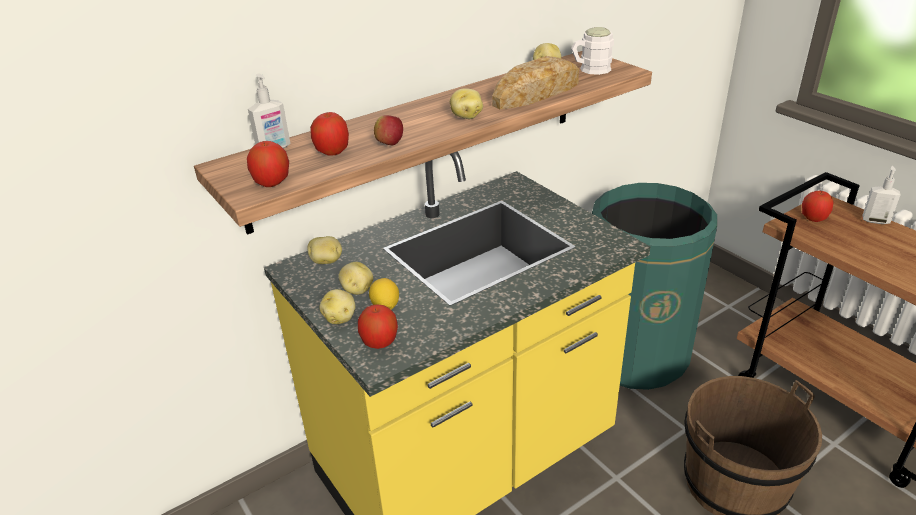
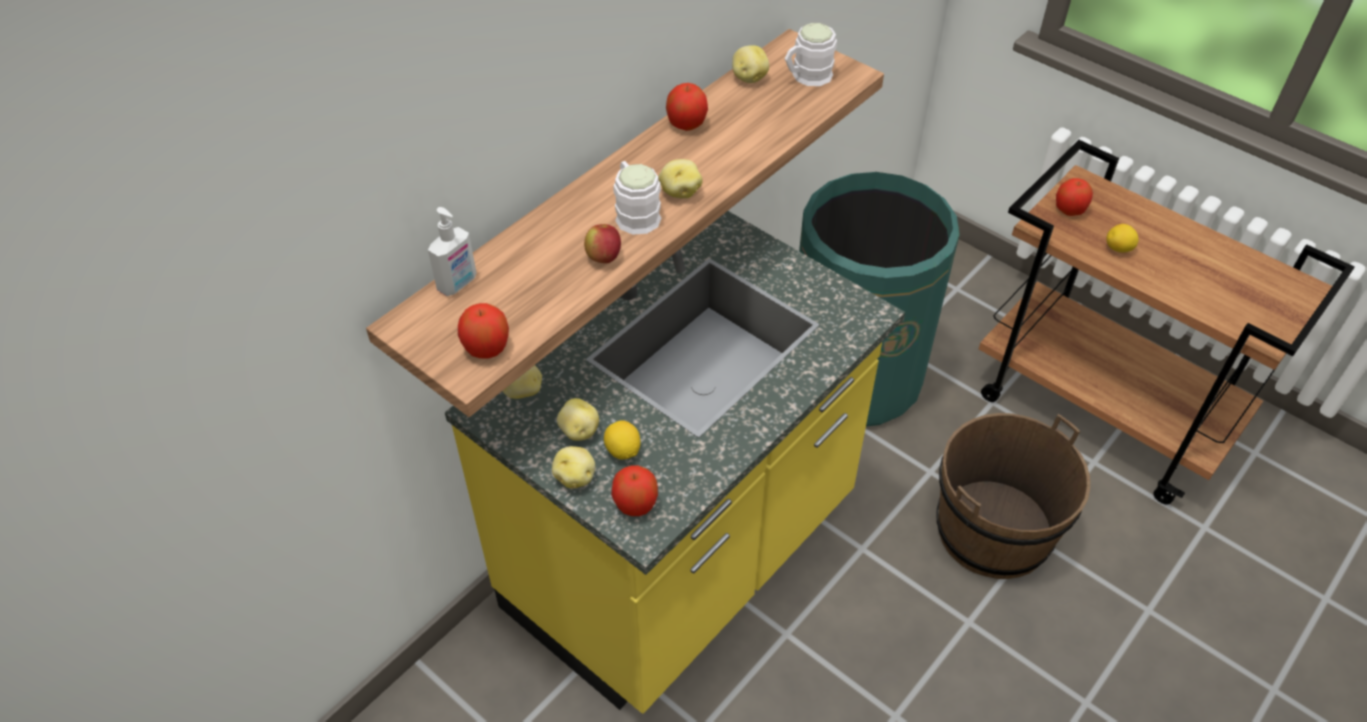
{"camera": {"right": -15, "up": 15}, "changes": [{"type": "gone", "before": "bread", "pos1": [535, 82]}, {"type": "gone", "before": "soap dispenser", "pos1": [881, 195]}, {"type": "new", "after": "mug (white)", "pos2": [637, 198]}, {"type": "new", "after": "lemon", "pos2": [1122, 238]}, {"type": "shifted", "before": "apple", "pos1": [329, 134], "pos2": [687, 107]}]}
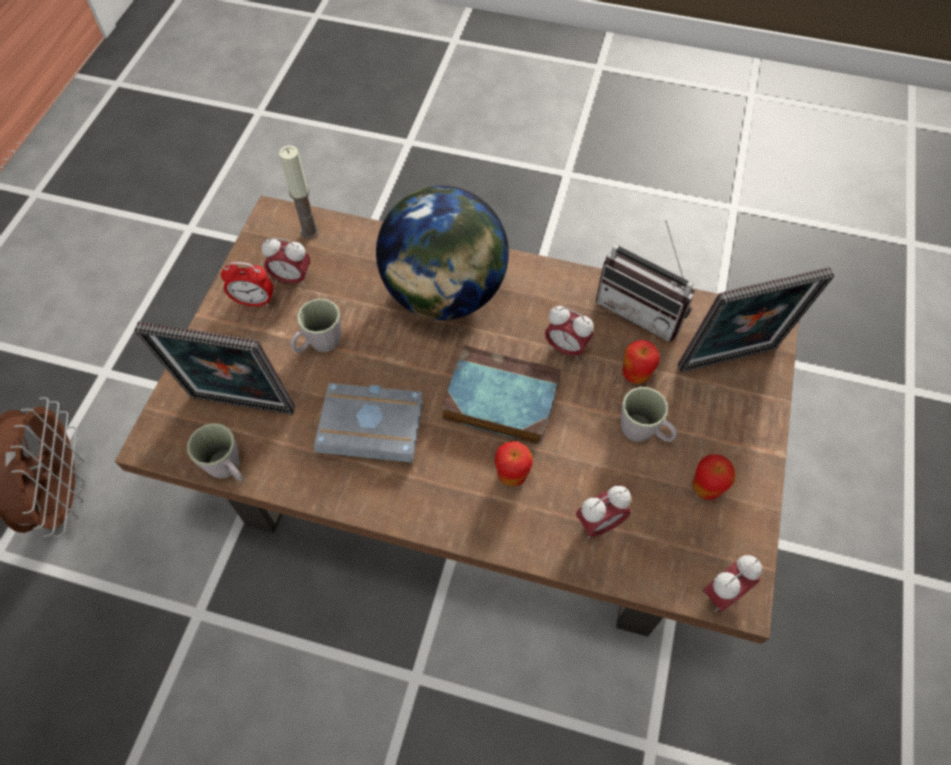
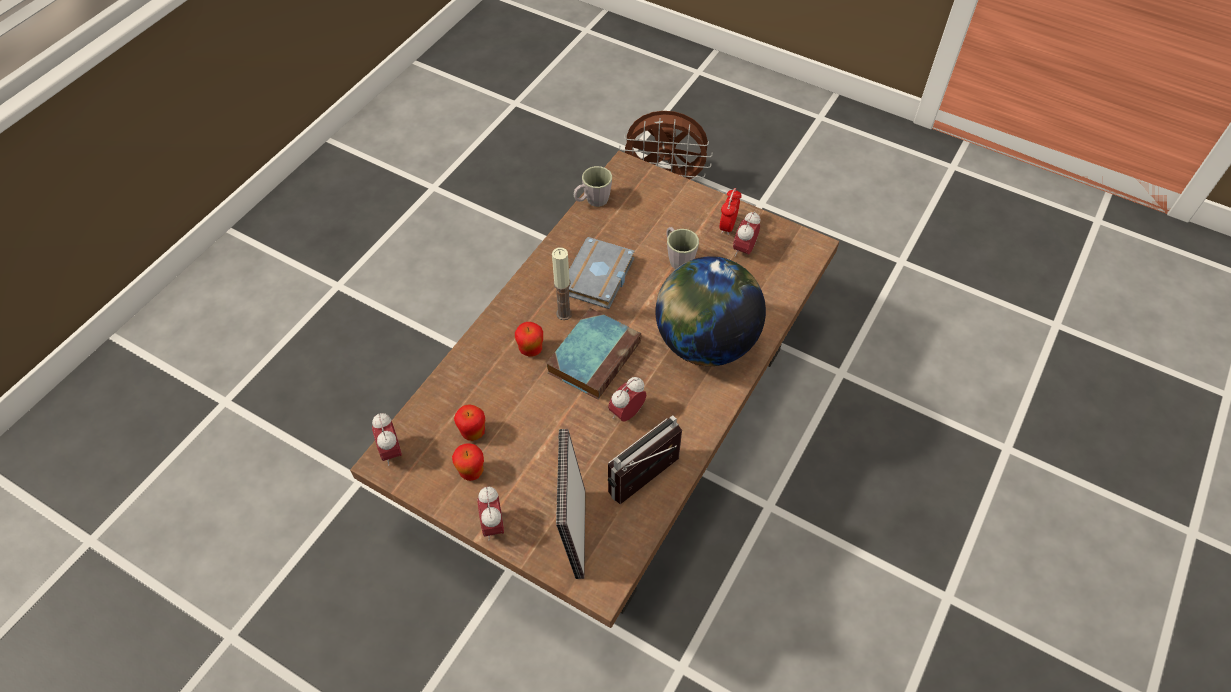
{"camera": {"right": 105, "up": -5}, "changes": [{"type": "gone", "before": "picture frame", "pos1": [215, 368]}, {"type": "gone", "before": "mug (grey)", "pos1": [649, 414]}, {"type": "shifted", "before": "candle", "pos1": [299, 192], "pos2": [562, 284]}, {"type": "shifted", "before": "alarm clock", "pos1": [603, 512], "pos2": [490, 513]}, {"type": "shifted", "before": "apple", "pos1": [641, 362], "pos2": [469, 422]}]}
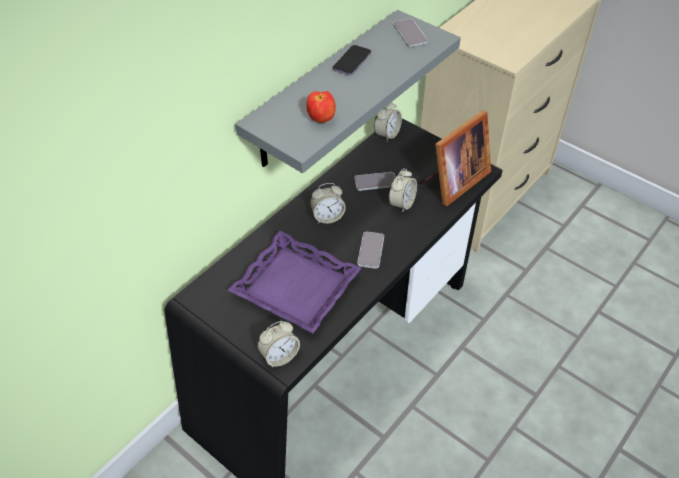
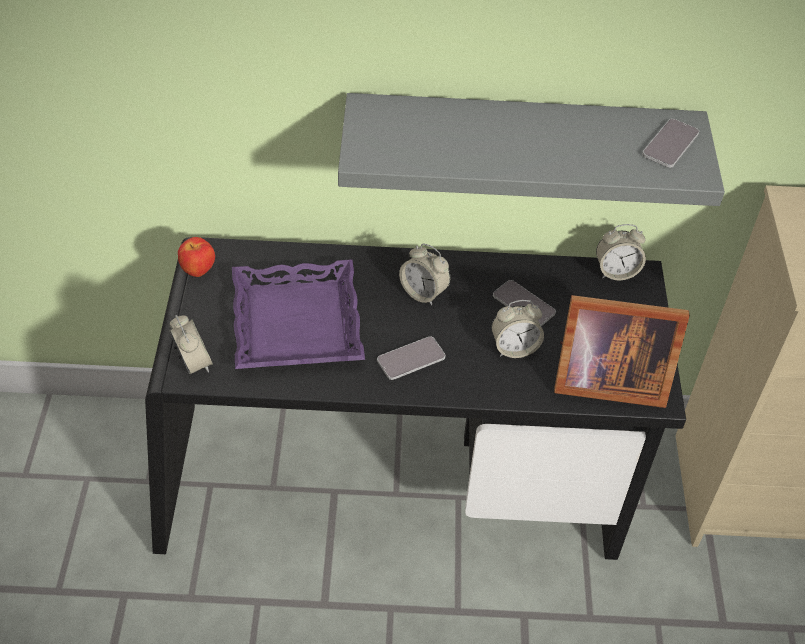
{"camera": {"right": 50, "up": 0}, "changes": [{"type": "gone", "before": "phone", "pos1": [352, 60]}, {"type": "shifted", "before": "apple", "pos1": [321, 107], "pos2": [196, 257]}, {"type": "rotated", "before": "alarm clock", "pos1": [278, 344], "pos2": [191, 344], "turn": -135}]}
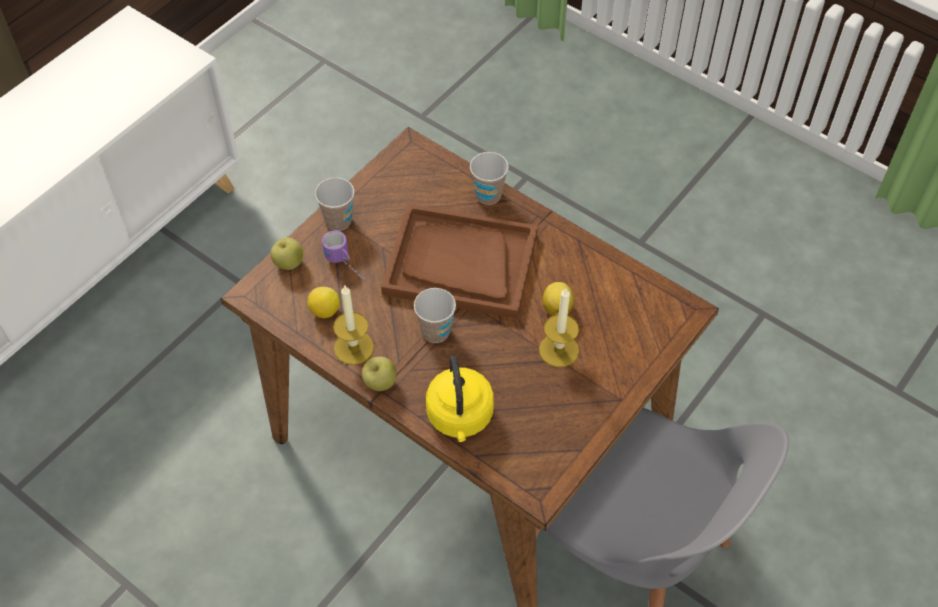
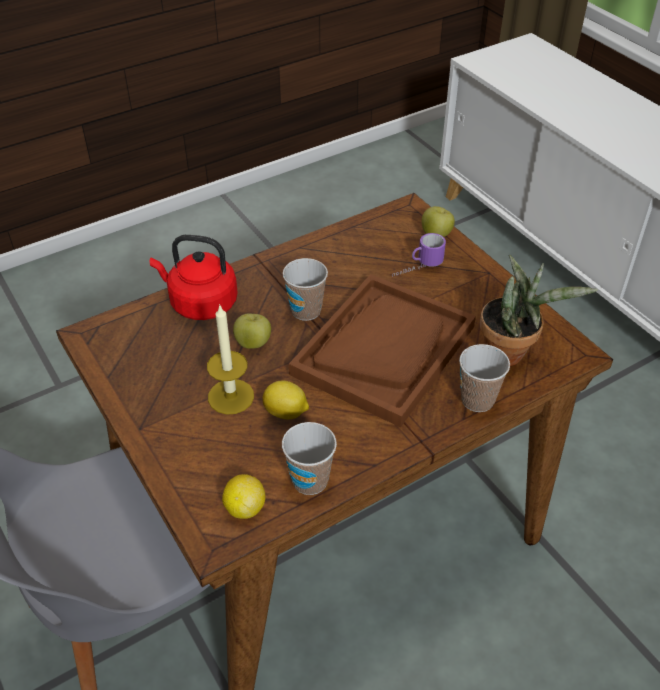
{"camera": {"right": 110, "up": -10}, "changes": [{"type": "gone", "before": "candle", "pos1": [353, 325]}, {"type": "new", "after": "potted plant", "pos2": [539, 310]}, {"type": "shifted", "before": "lemon", "pos1": [323, 302], "pos2": [243, 496]}, {"type": "shifted", "before": "cup", "pos1": [334, 204], "pos2": [309, 458]}, {"type": "shifted", "before": "apple", "pos1": [379, 374], "pos2": [252, 331]}, {"type": "repainted", "before": "kettle (yellow)", "after": "kettle (red)", "pos1": [460, 398], "pos2": [194, 277]}]}
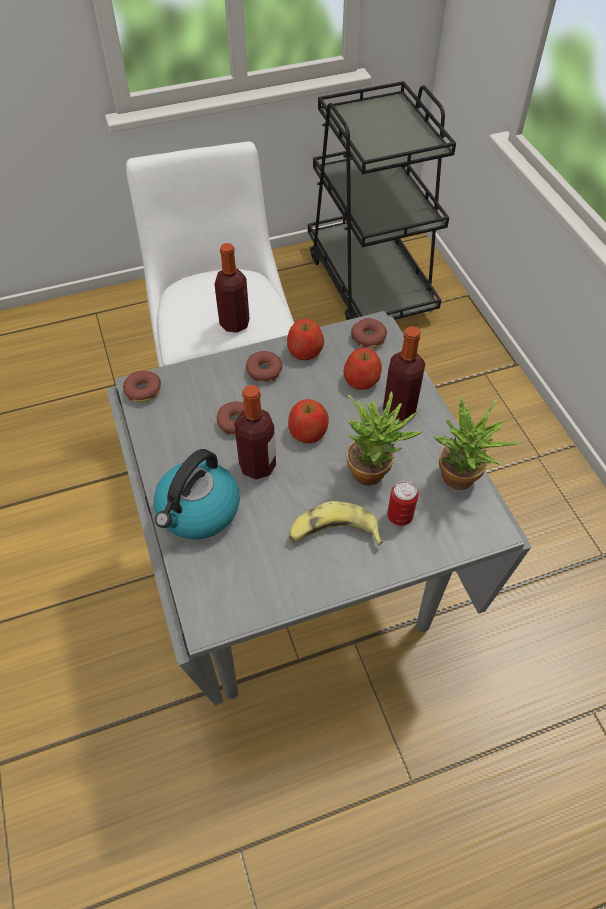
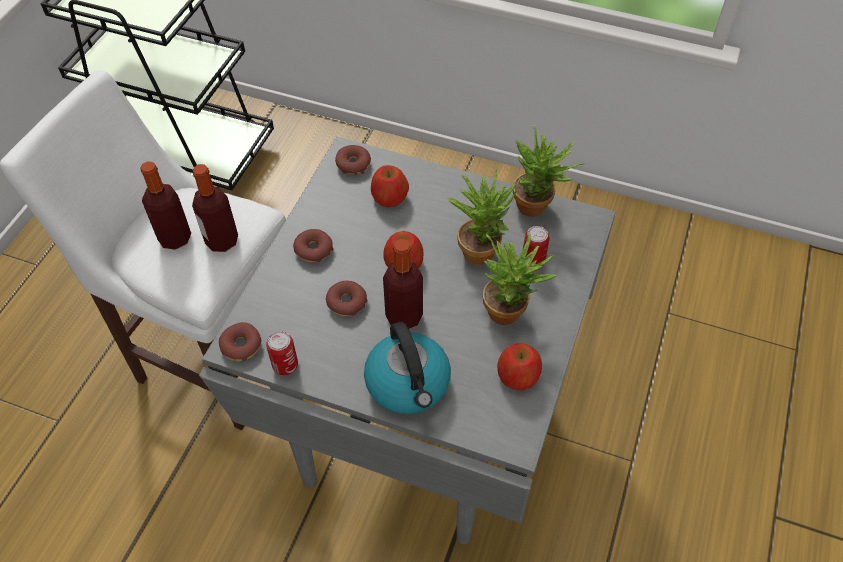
{"camera": {"right": -50, "up": 0}, "changes": [{"type": "new", "after": "can", "pos2": [282, 353]}, {"type": "shifted", "before": "apple", "pos1": [305, 339], "pos2": [519, 366]}, {"type": "shifted", "before": "bottle", "pos1": [404, 373], "pos2": [165, 205]}, {"type": "swapped", "before": "banana", "after": "potted plant", "pos1": [336, 523], "pos2": [520, 279]}]}
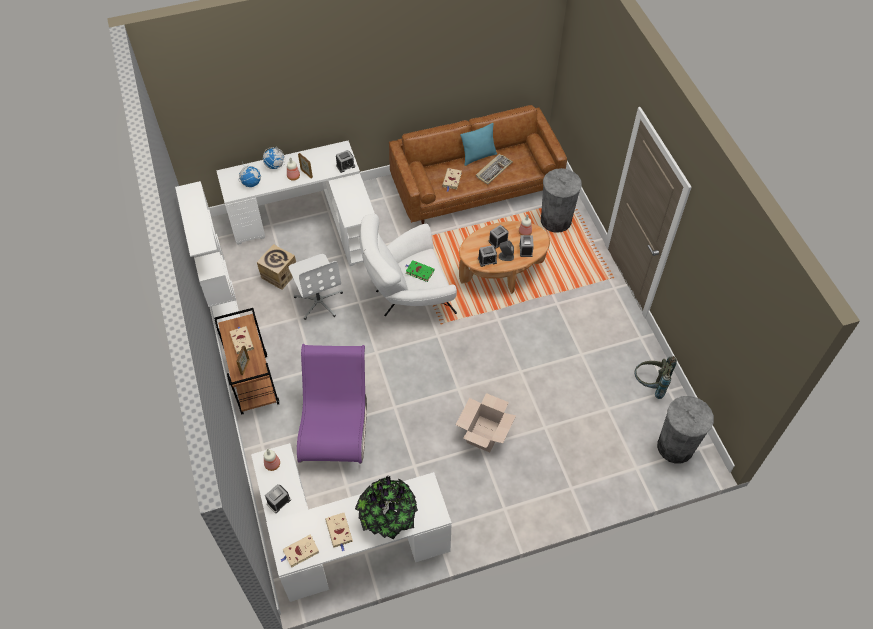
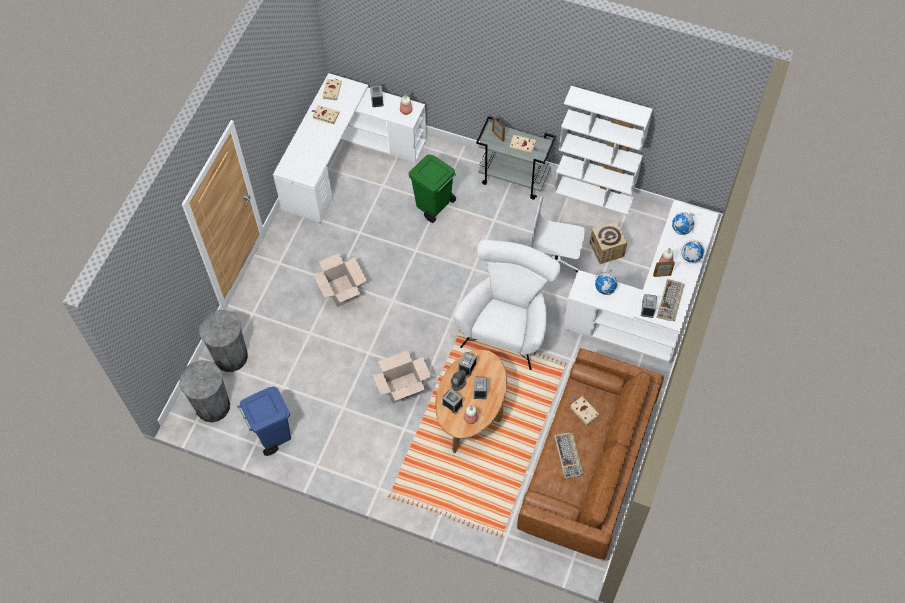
{"camera": {"right": 130, "up": 5}, "changes": [{"type": "gone", "before": "potted plant", "pos1": [386, 507]}, {"type": "gone", "before": "book (green)", "pos1": [420, 271]}, {"type": "gone", "before": "pillow (turquoise)", "pos1": [478, 144]}, {"type": "new", "after": "cardboard box", "pos2": [402, 377]}, {"type": "new", "after": "globe", "pos2": [607, 282]}, {"type": "new", "after": "keyboard", "pos2": [671, 300]}, {"type": "shifted", "before": "trash can (grey)", "pos1": [561, 200], "pos2": [223, 341]}, {"type": "swapped", "before": "chair (purple)", "after": "trash can (green)", "pos1": [332, 404], "pos2": [432, 189]}, {"type": "swapped", "before": "backpack (grey)", "after": "trash can (blue)", "pos1": [655, 377], "pos2": [264, 421]}, {"type": "repainted", "before": "cart (brown)", "after": "cart (grey)", "pos1": [246, 361], "pos2": [516, 158]}]}
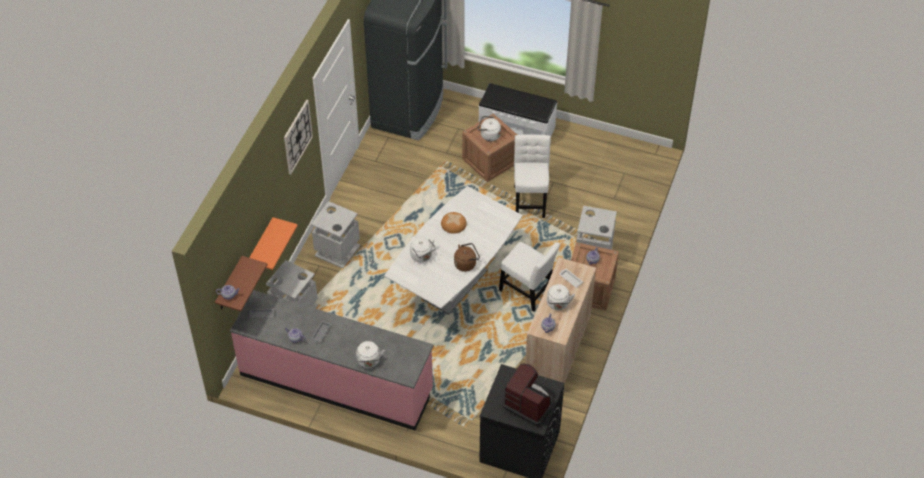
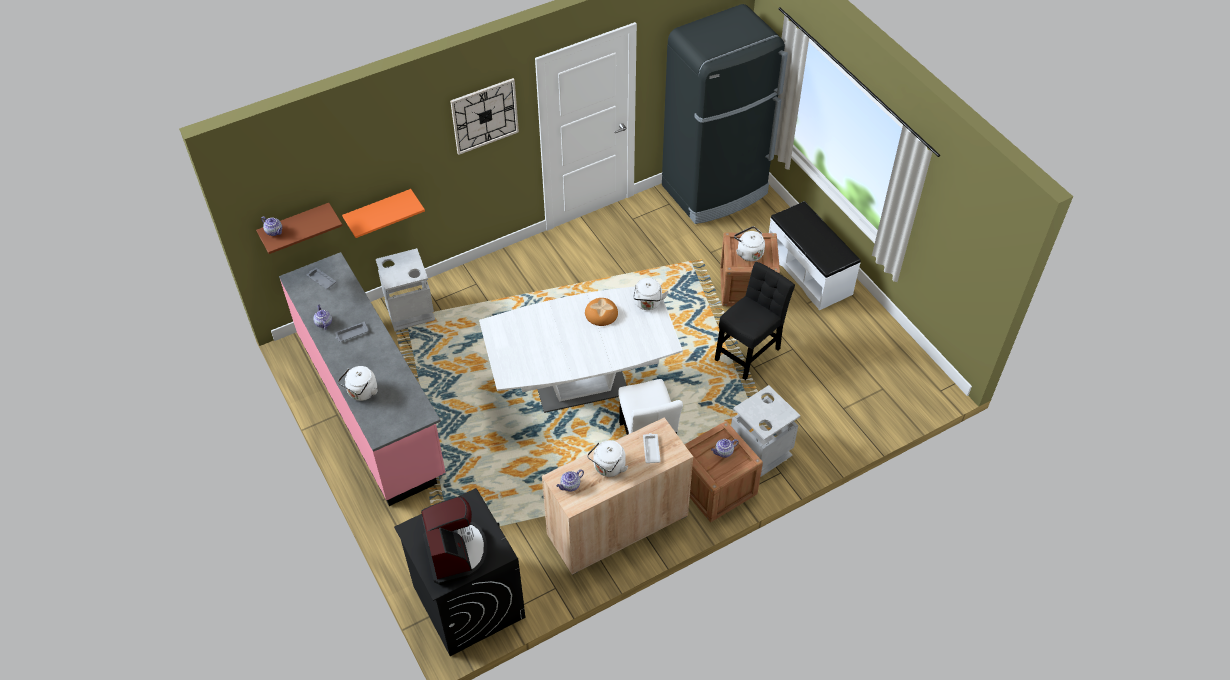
{"camera": {"right": 40, "up": 0}, "changes": [{"type": "gone", "before": "trash can (grey)", "pos1": [335, 234]}, {"type": "gone", "before": "kettle (brown)", "pos1": [467, 257]}, {"type": "shifted", "before": "kettle (white)", "pos1": [423, 249], "pos2": [651, 294]}, {"type": "repainted", "before": "chair (white)", "after": "chair (black)", "pos1": [532, 176], "pos2": [755, 321]}]}
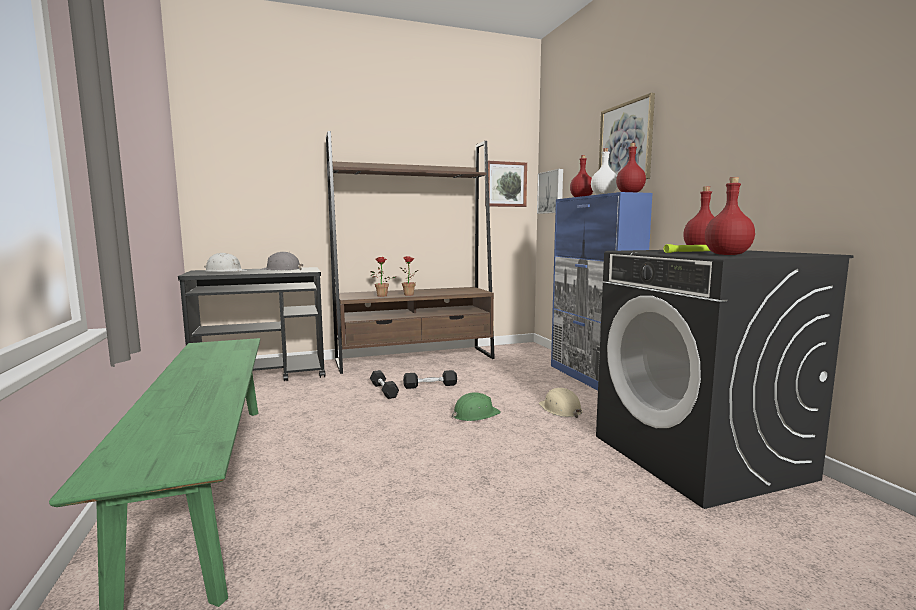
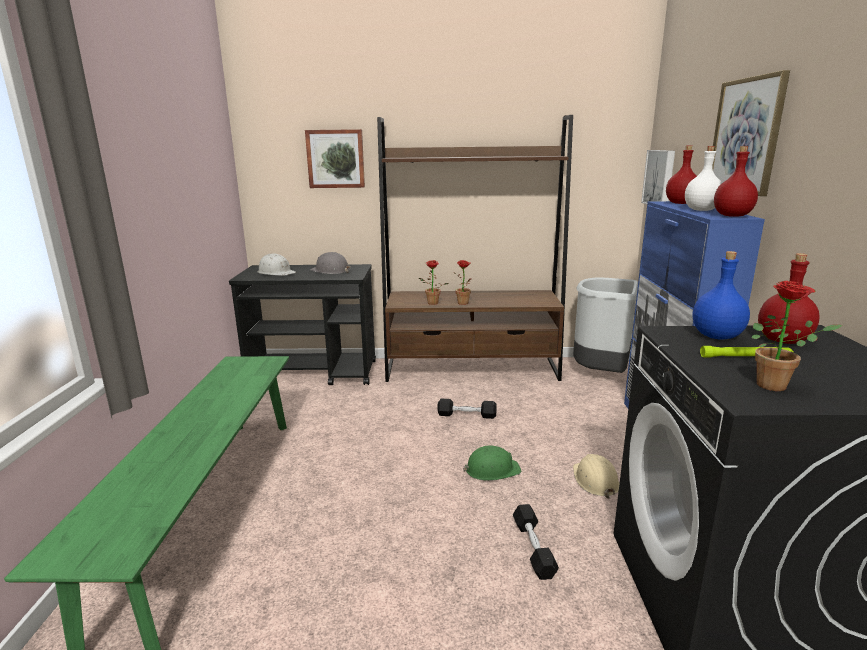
{"camera": {"right": 20, "up": 10}, "changes": [{"type": "new", "after": "trash can (grey)", "pos2": [605, 325]}, {"type": "new", "after": "bottle (blue)", "pos2": [721, 295]}, {"type": "shifted", "before": "dumbbell (black)", "pos1": [384, 384], "pos2": [536, 542]}, {"type": "shifted", "before": "picture", "pos1": [506, 184], "pos2": [335, 158]}, {"type": "swapped", "before": "bottle (red)", "after": "potted plant", "pos1": [730, 216], "pos2": [797, 336]}]}
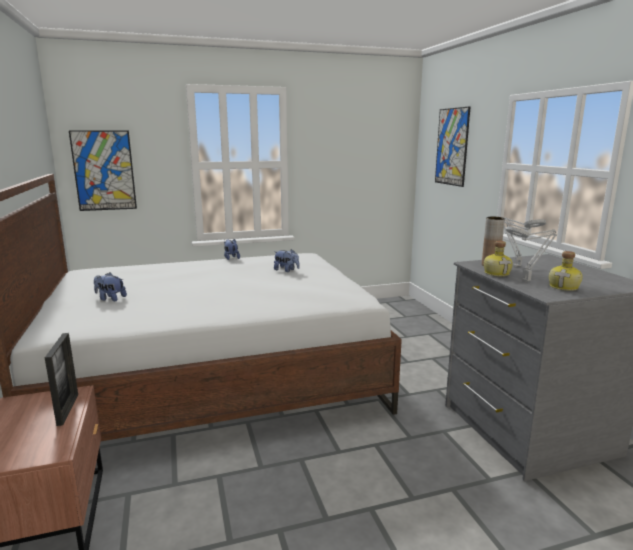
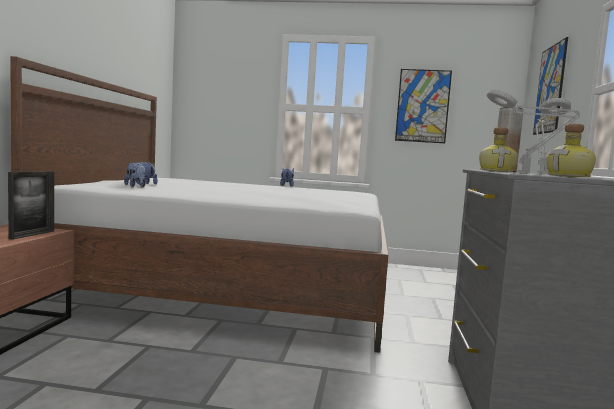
{"camera": {"right": 25, "up": -10}, "changes": [{"type": "shifted", "before": "picture", "pos1": [103, 170], "pos2": [423, 106]}, {"type": "shifted", "before": "plush toy", "pos1": [287, 260], "pos2": [135, 174]}]}
